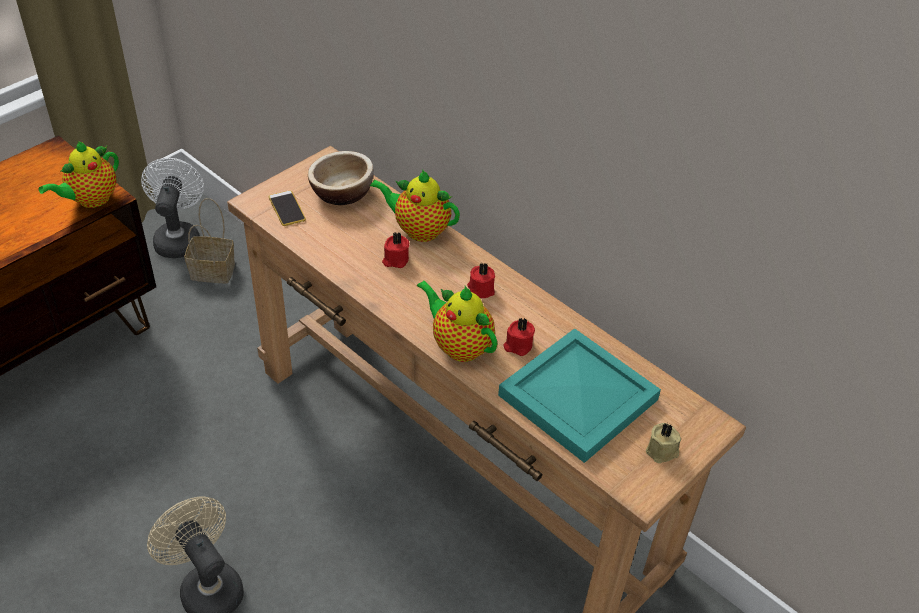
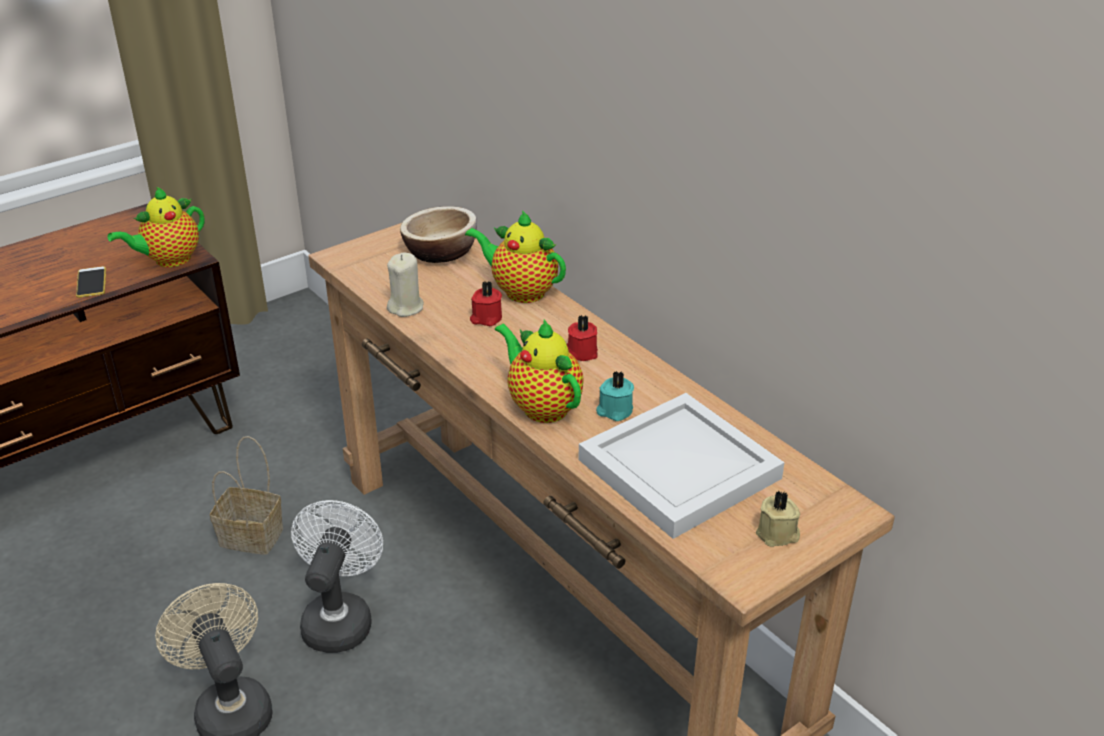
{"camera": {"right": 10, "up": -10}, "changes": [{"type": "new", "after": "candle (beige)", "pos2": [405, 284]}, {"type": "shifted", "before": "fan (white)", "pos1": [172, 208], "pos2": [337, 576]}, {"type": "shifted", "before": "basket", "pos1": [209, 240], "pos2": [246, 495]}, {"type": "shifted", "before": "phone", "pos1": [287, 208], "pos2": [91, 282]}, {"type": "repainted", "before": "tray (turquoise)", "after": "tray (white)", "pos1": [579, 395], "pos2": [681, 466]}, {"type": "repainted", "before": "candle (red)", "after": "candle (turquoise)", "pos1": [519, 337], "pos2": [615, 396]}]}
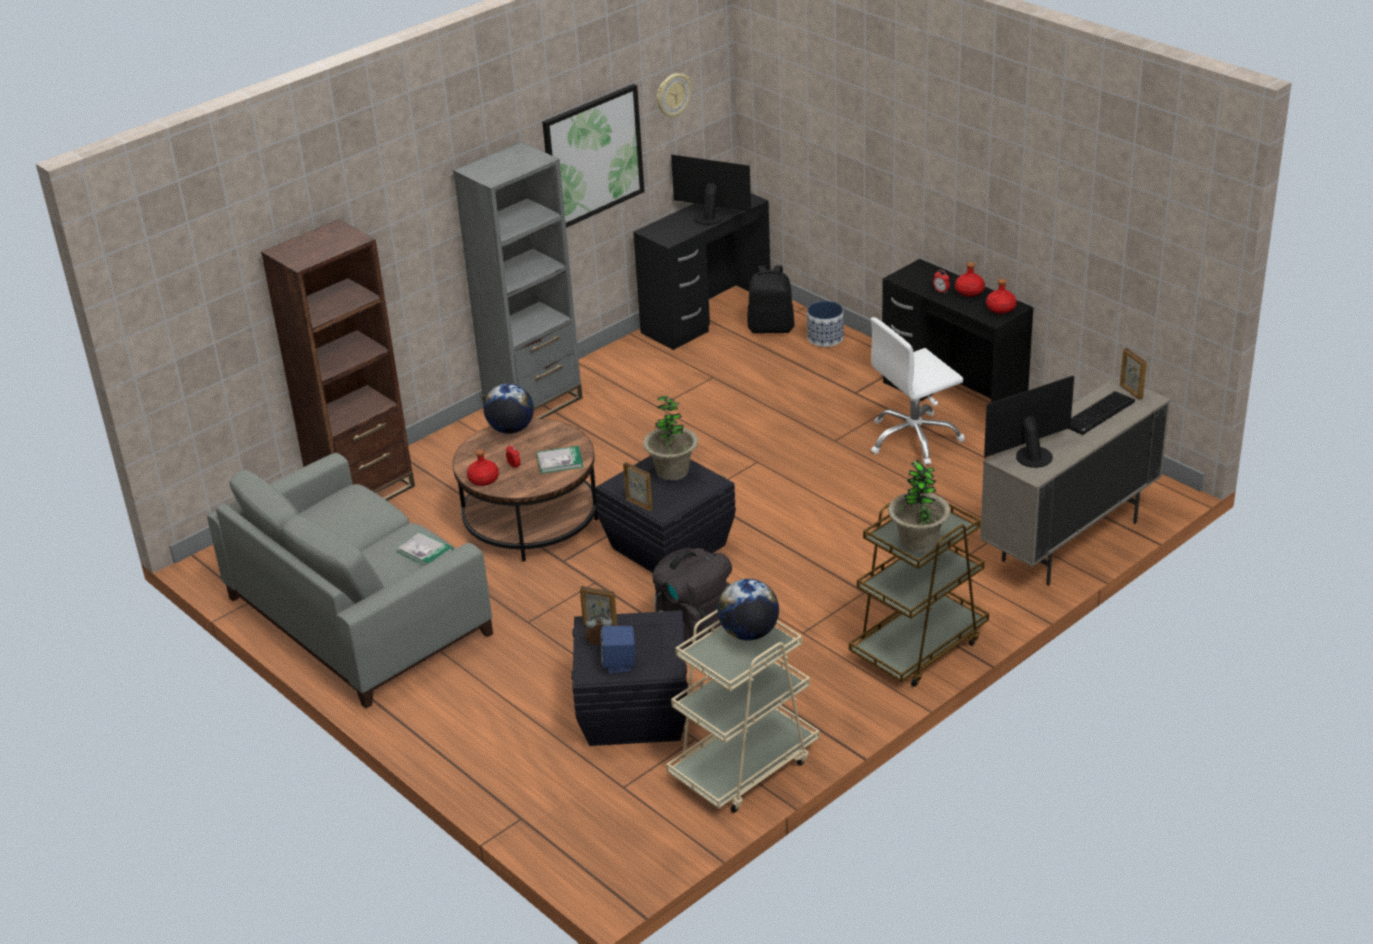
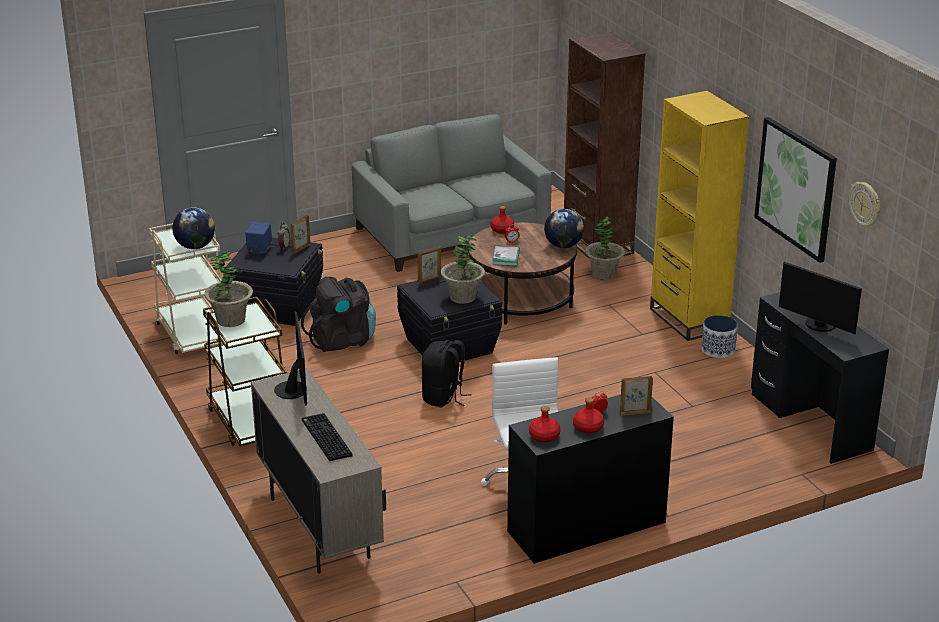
{"camera": {"right": 105, "up": -5}, "changes": [{"type": "gone", "before": "book", "pos1": [425, 549]}, {"type": "new", "after": "potted plant", "pos2": [605, 248]}, {"type": "shifted", "before": "backpack (black)", "pos1": [771, 299], "pos2": [447, 374]}, {"type": "shifted", "before": "planter", "pos1": [825, 324], "pos2": [719, 336]}, {"type": "shifted", "before": "picture frame", "pos1": [1133, 374], "pos2": [636, 395]}, {"type": "repainted", "before": "bookcase (grey)", "after": "bookcase (yellow)", "pos1": [518, 280], "pos2": [700, 216]}, {"type": "rotated", "before": "monitor", "pos1": [711, 190], "pos2": [820, 298], "turn": 90}]}
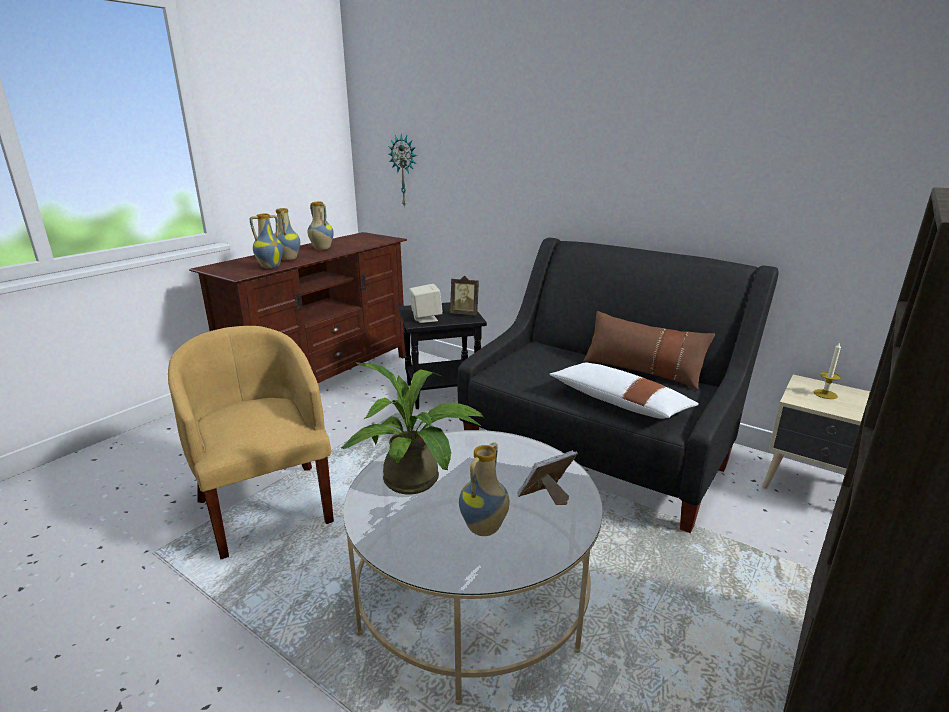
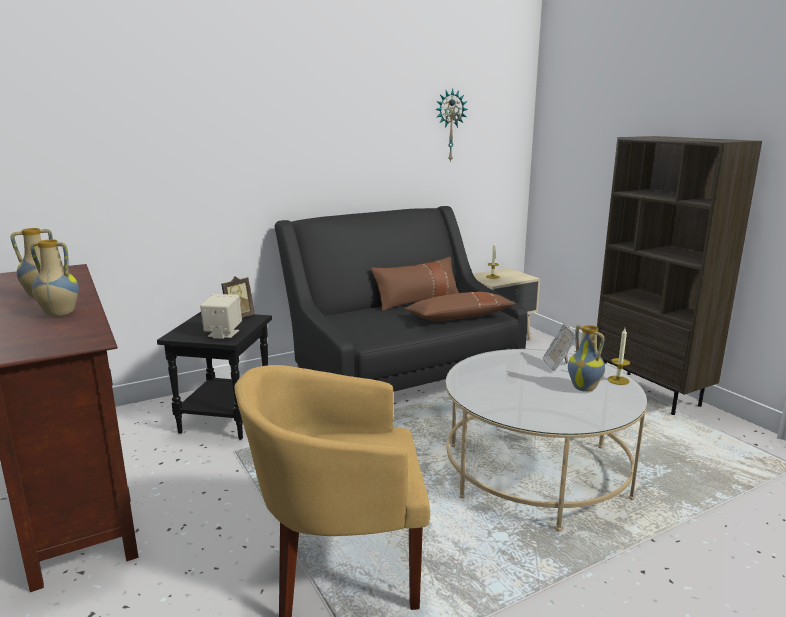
{"camera": {"right": -65, "up": -5}, "changes": [{"type": "gone", "before": "vase", "pos1": [266, 241]}, {"type": "gone", "before": "potted plant", "pos1": [413, 428]}, {"type": "new", "after": "candle", "pos2": [618, 356]}, {"type": "shifted", "before": "wall clock", "pos1": [402, 171], "pos2": [451, 125]}, {"type": "repainted", "before": "pillow (white)", "after": "pillow (brown)", "pos1": [624, 391], "pos2": [460, 306]}]}
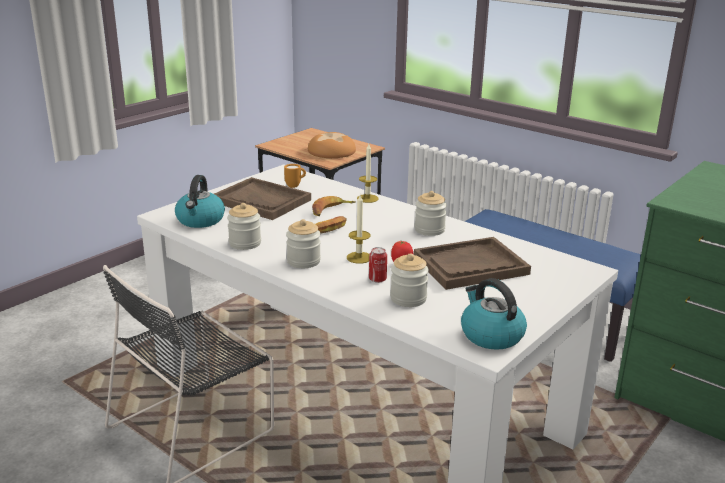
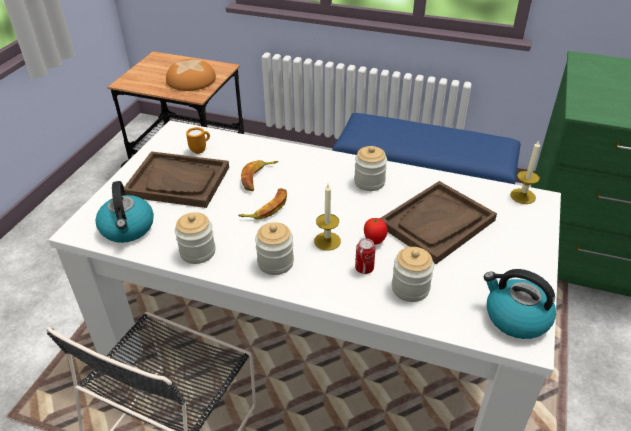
{"camera": {"right": -20, "up": 15}, "changes": [{"type": "shifted", "before": "candle", "pos1": [367, 173], "pos2": [525, 172]}]}
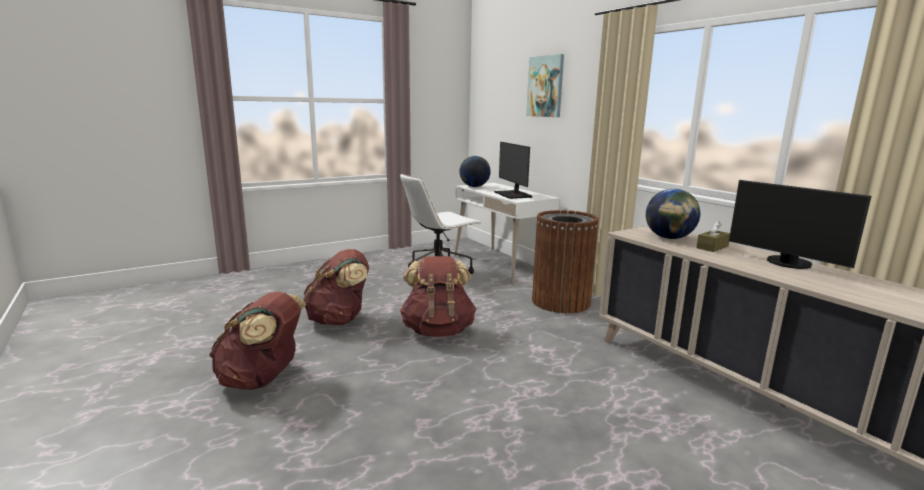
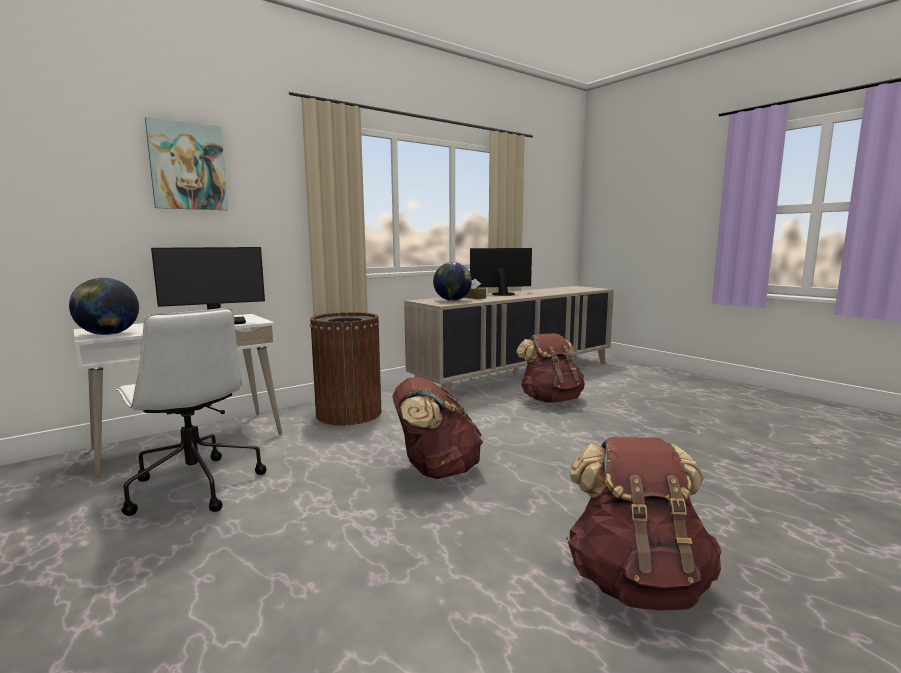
{"camera": {"right": -95, "up": -5}, "changes": [{"type": "shifted", "before": "backpack (brown)", "pos1": [336, 287], "pos2": [550, 367]}, {"type": "rotated", "before": "monitor", "pos1": [800, 224], "pos2": [501, 272], "turn": -150}]}
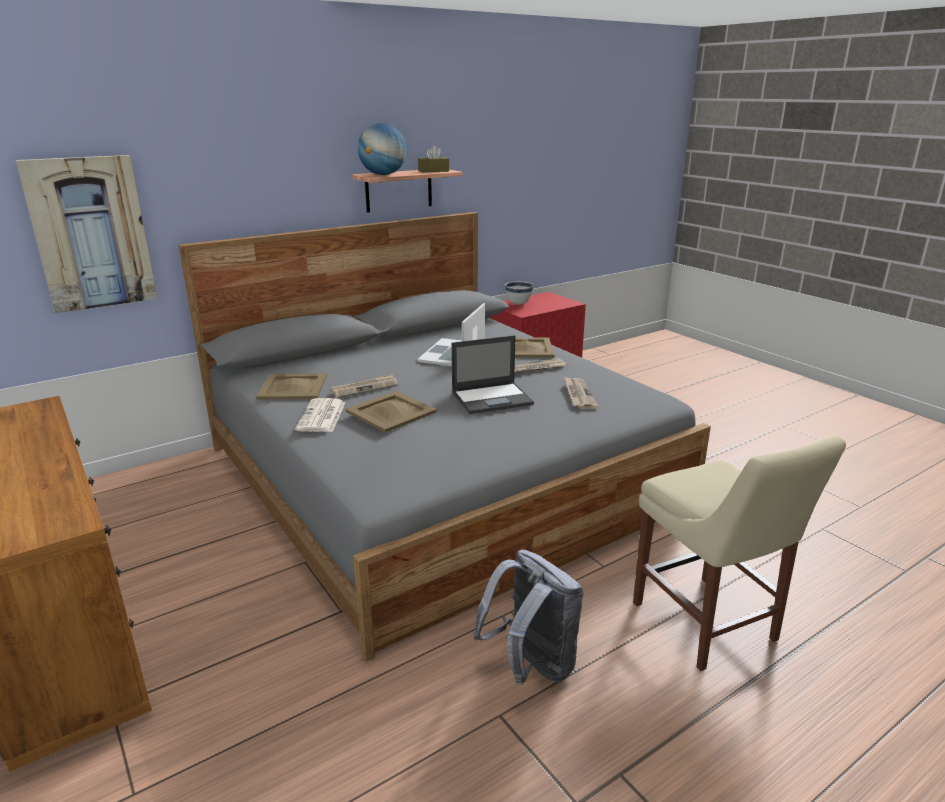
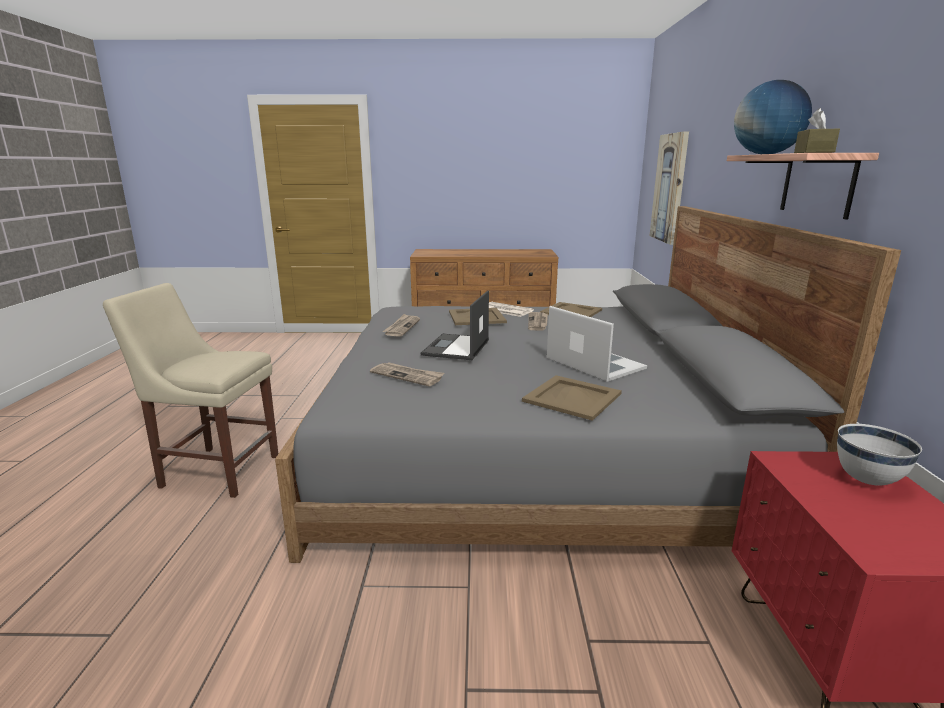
{"camera": {"right": 125, "up": -5}, "changes": [{"type": "gone", "before": "backpack (grey)", "pos1": [528, 617]}, {"type": "shifted", "before": "newspaper", "pos1": [540, 366], "pos2": [401, 325]}]}
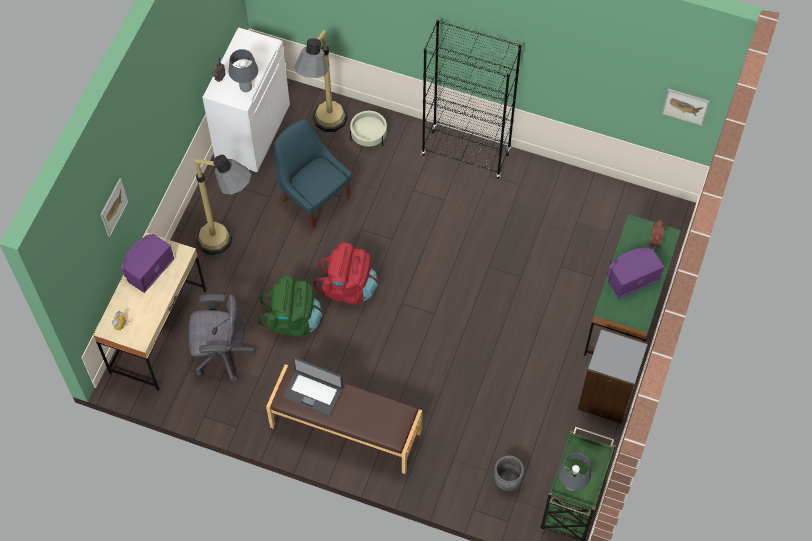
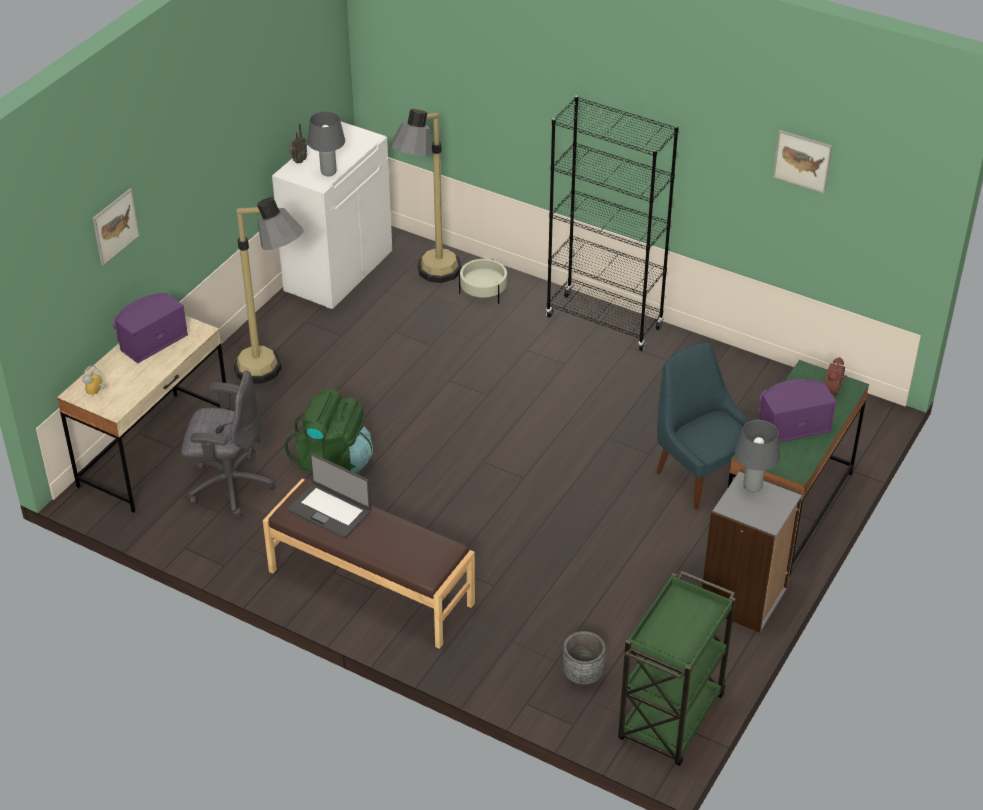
{"camera": {"right": 10, "up": -20}, "changes": [{"type": "gone", "before": "backpack (red)", "pos1": [346, 273]}, {"type": "shifted", "before": "chair (blue)", "pos1": [313, 174], "pos2": [703, 426]}, {"type": "shifted", "before": "table lamp (grey)", "pos1": [574, 472], "pos2": [757, 456]}, {"type": "shifted", "before": "picture", "pos1": [686, 107], "pos2": [803, 162]}]}
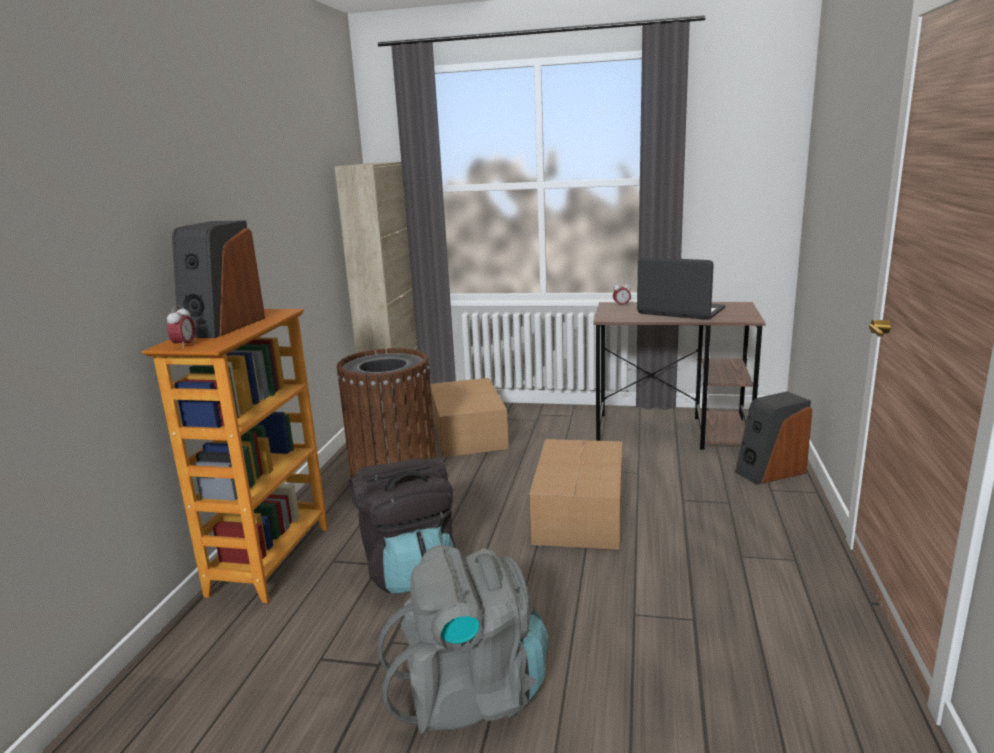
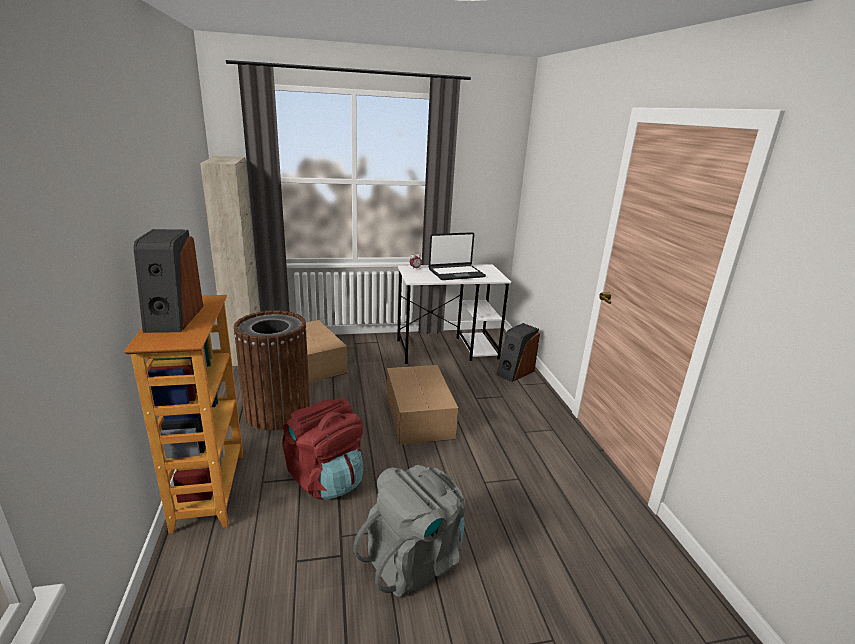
{"camera": {"right": -25, "up": 5}, "changes": [{"type": "gone", "before": "alarm clock", "pos1": [181, 327]}, {"type": "repainted", "before": "backpack (black)", "after": "backpack (red)", "pos1": [402, 525], "pos2": [322, 449]}, {"type": "repainted", "before": "desk (brown)", "after": "desk (white)", "pos1": [679, 376], "pos2": [454, 314]}, {"type": "rotated", "before": "laptop", "pos1": [681, 288], "pos2": [457, 256], "turn": 150}]}
